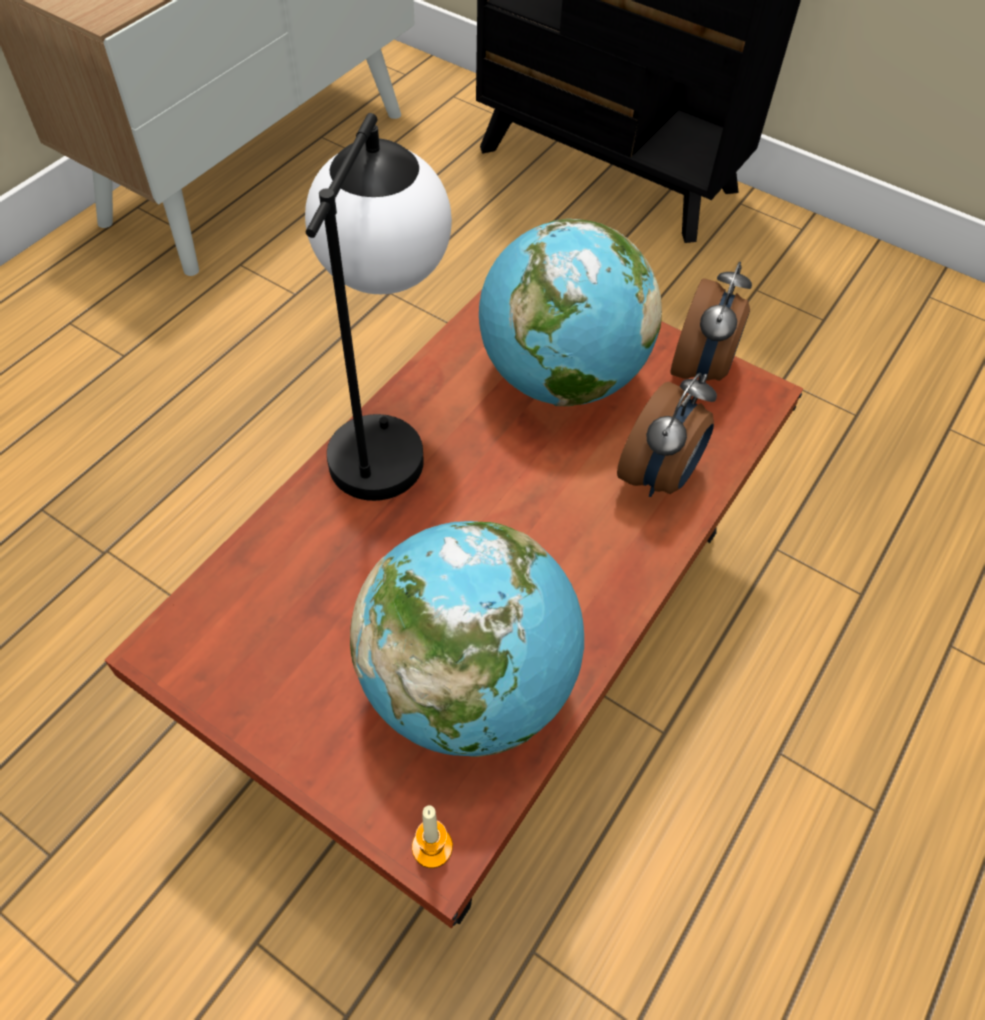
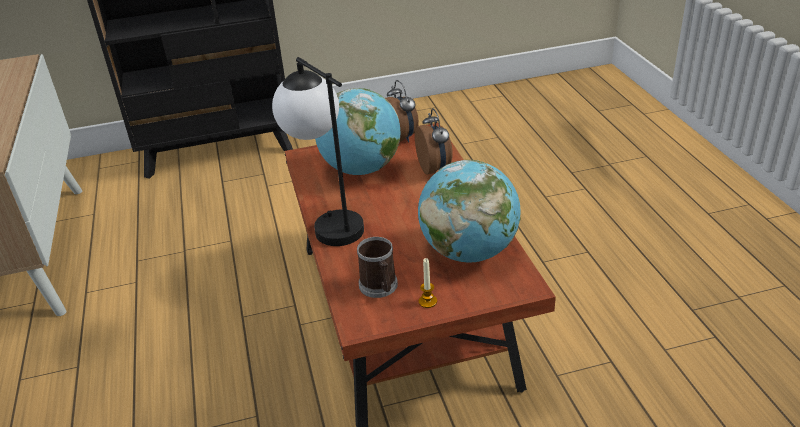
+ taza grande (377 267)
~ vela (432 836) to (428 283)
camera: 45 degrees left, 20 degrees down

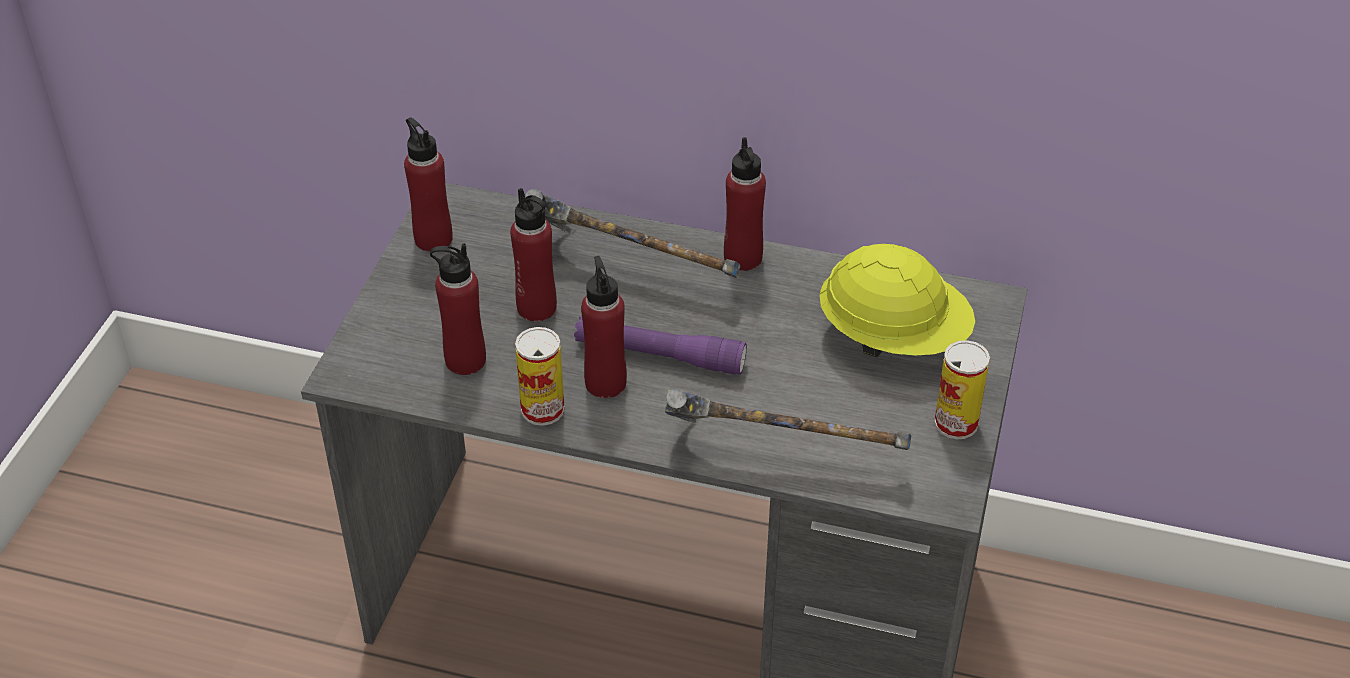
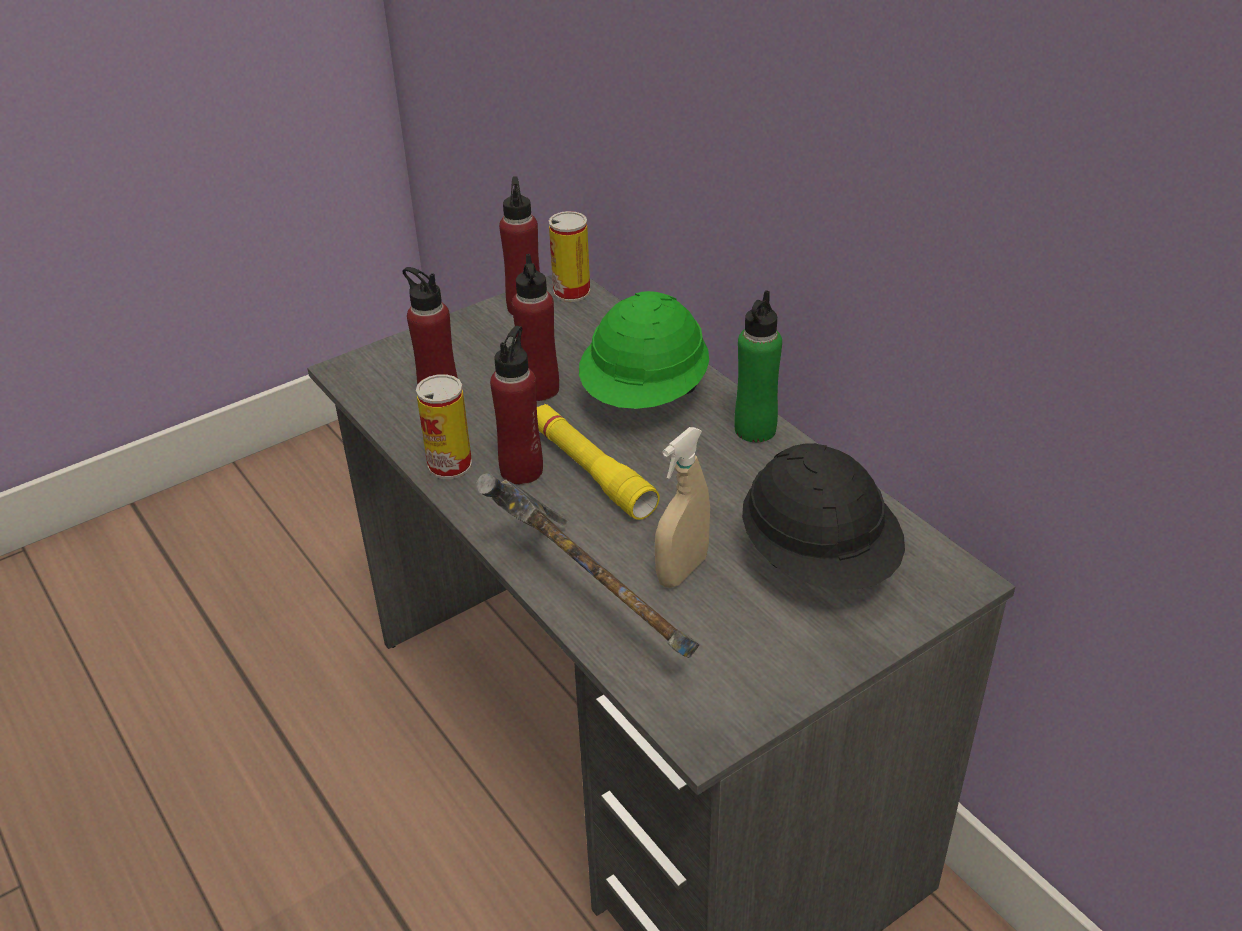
+ pulverizador [beis] (682 507)
~ lata (962 389) to (569 256)
~ martillo (633 233) to casco [verde] (644 350)
~ linterna [morado] (660 346) to linterna [amarillo] (598 462)
~ botella [rojo] (745 204) to botella [verde] (758 366)
~ casco [amarillo] (897 300) to casco [negro] (823 516)
camera: 40 degrees right, 5 degrees down

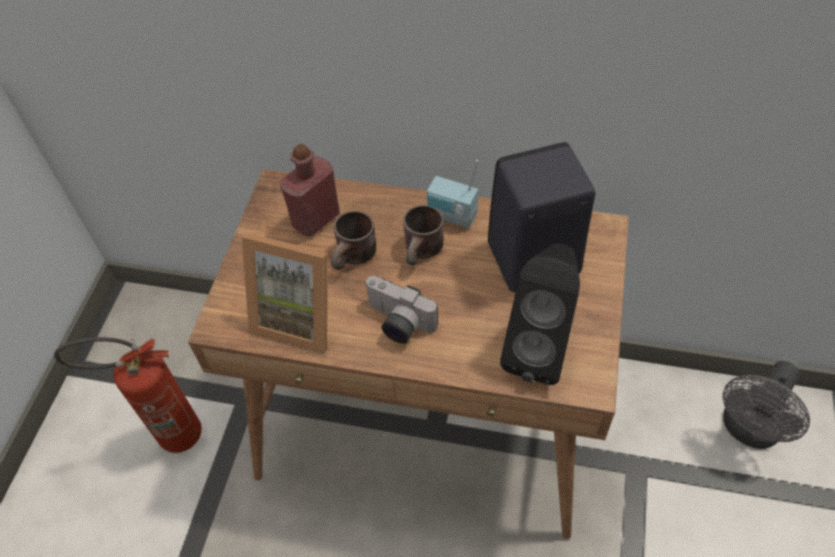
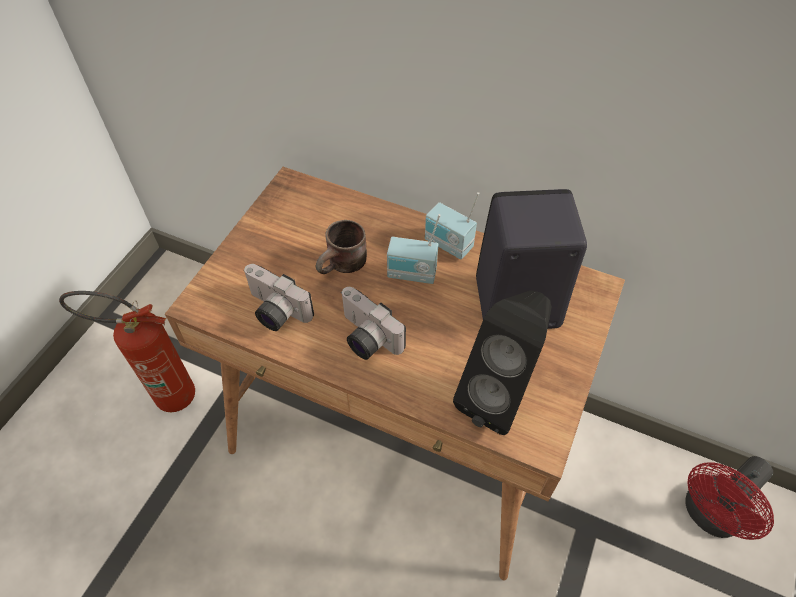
- botella [rojo] (310 189)
~ portarretratos (284 293) to cámara (278 297)
~ taza grande [marrón] (423 235) to radio (414 249)
~ ventilador [gris] (766 405) to ventilador [rojo] (729 498)
camera: 10 degrees right, 0 degrees up

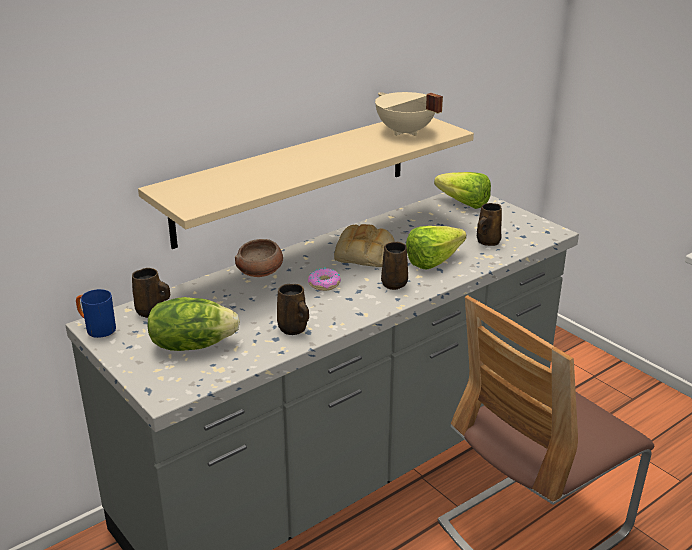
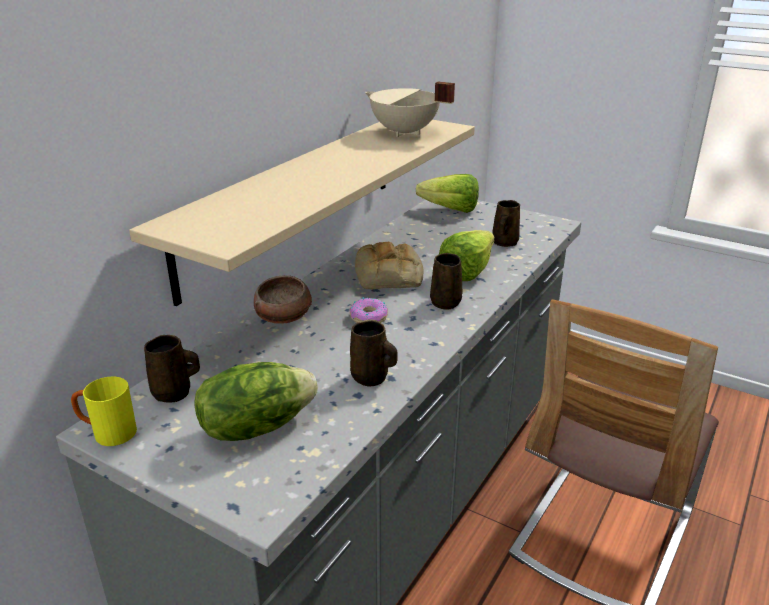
~ taza grande [azul] (96 313) to taza grande [amarillo] (104 411)
camera: 20 degrees left, 0 degrees up

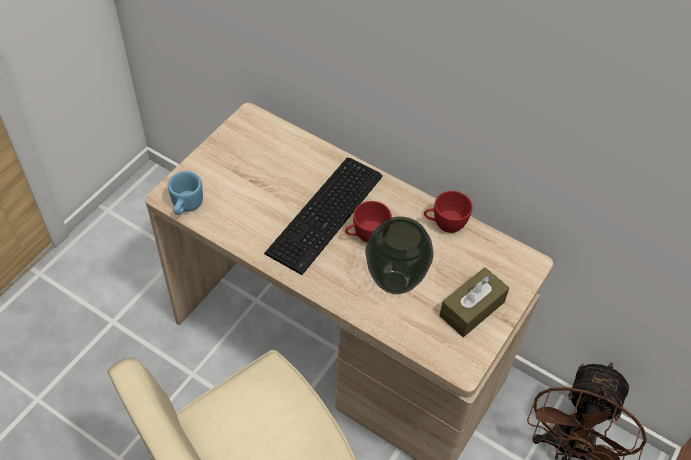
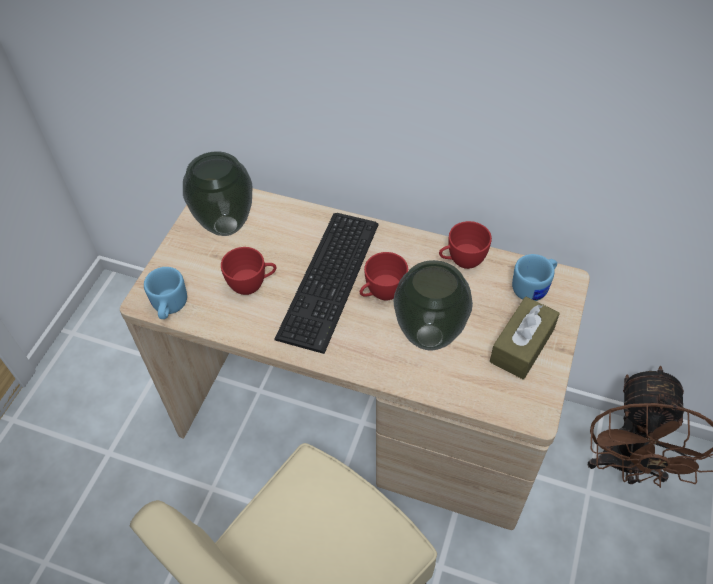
+ florero (217 194)
+ taza [rojo] (249 271)
+ taza grande [azul] (534 277)
camera: 10 degrees left, 0 degrees up

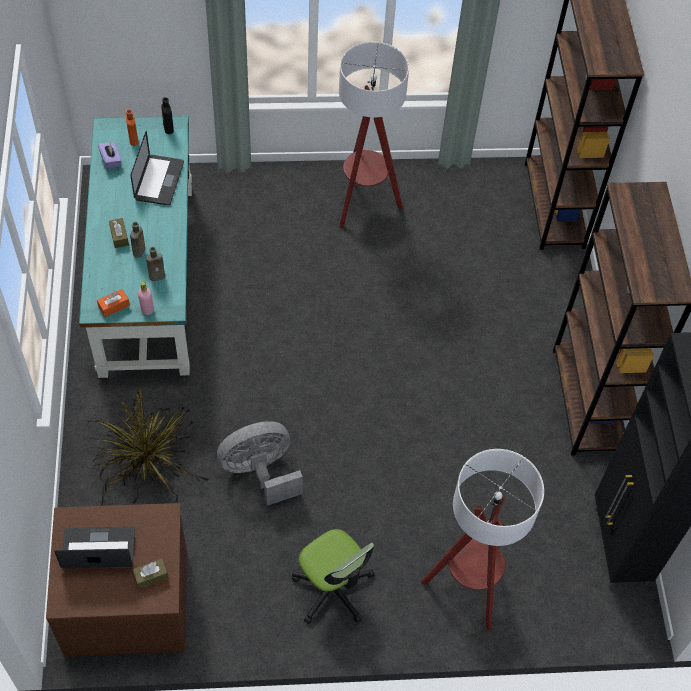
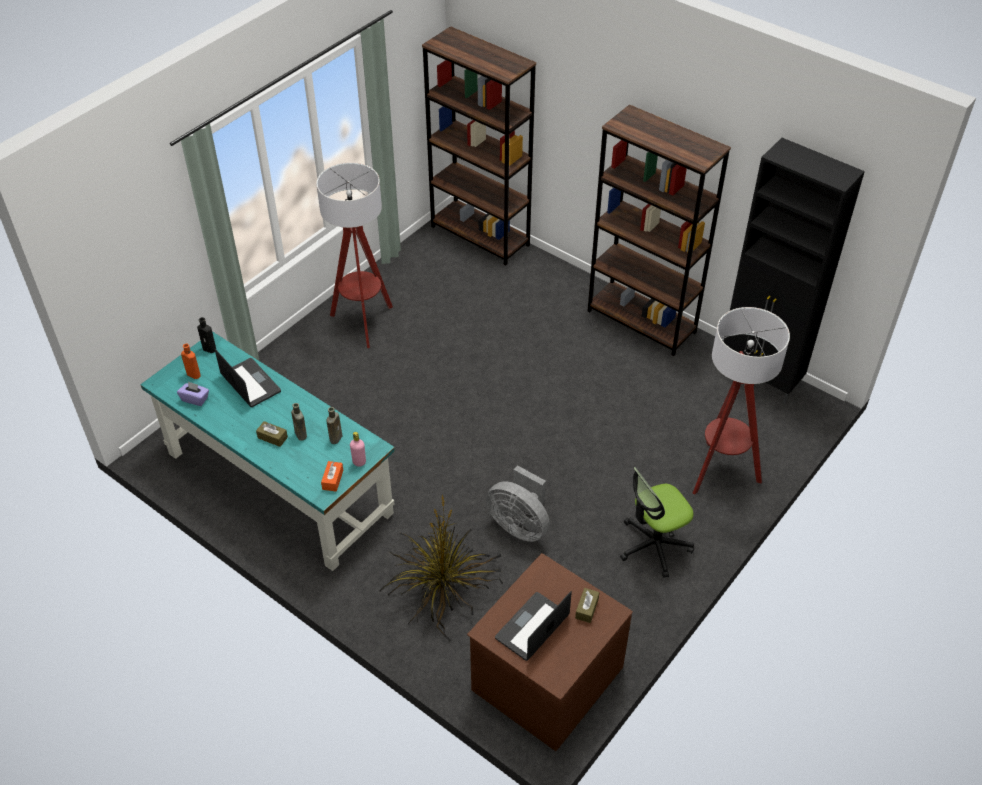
~ ventilador [gris] (260 463) = (518 503) 75 degrees counterclockwise
~ silla de oficina (333 576) = (657 522) 150 degrees clockwise
camera: 45 degrees left, 10 degrees down

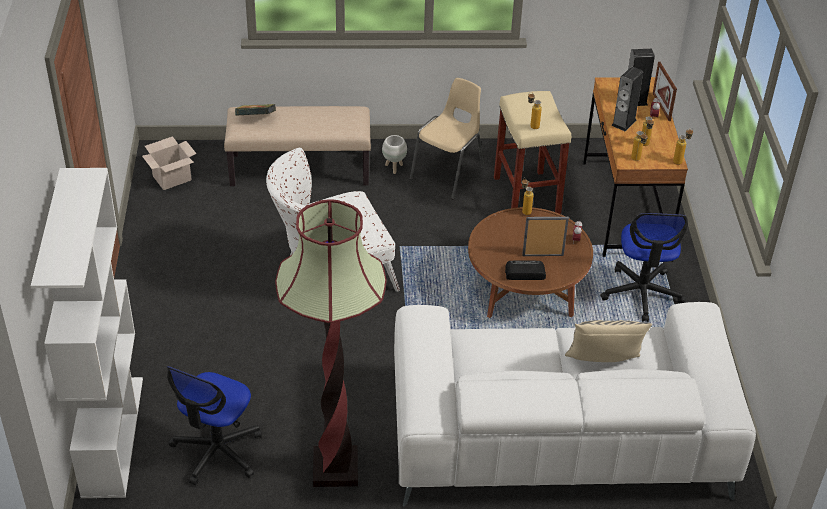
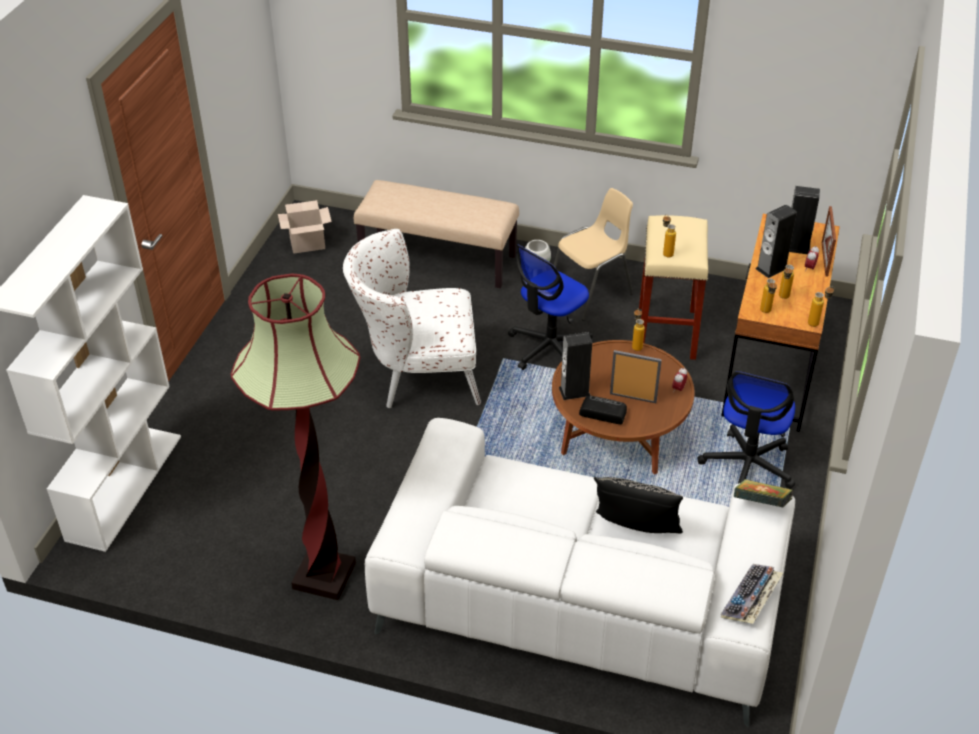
+ altavoz (575 366)
+ teclado (752 594)
~ silla de oficina (214 425) to (550 307)
~ libro (255 109) to (763 493)
~ cojín [beis] (608 341) to cojín [negro] (638 505)
camera: 20 degrees right, 0 degrees up

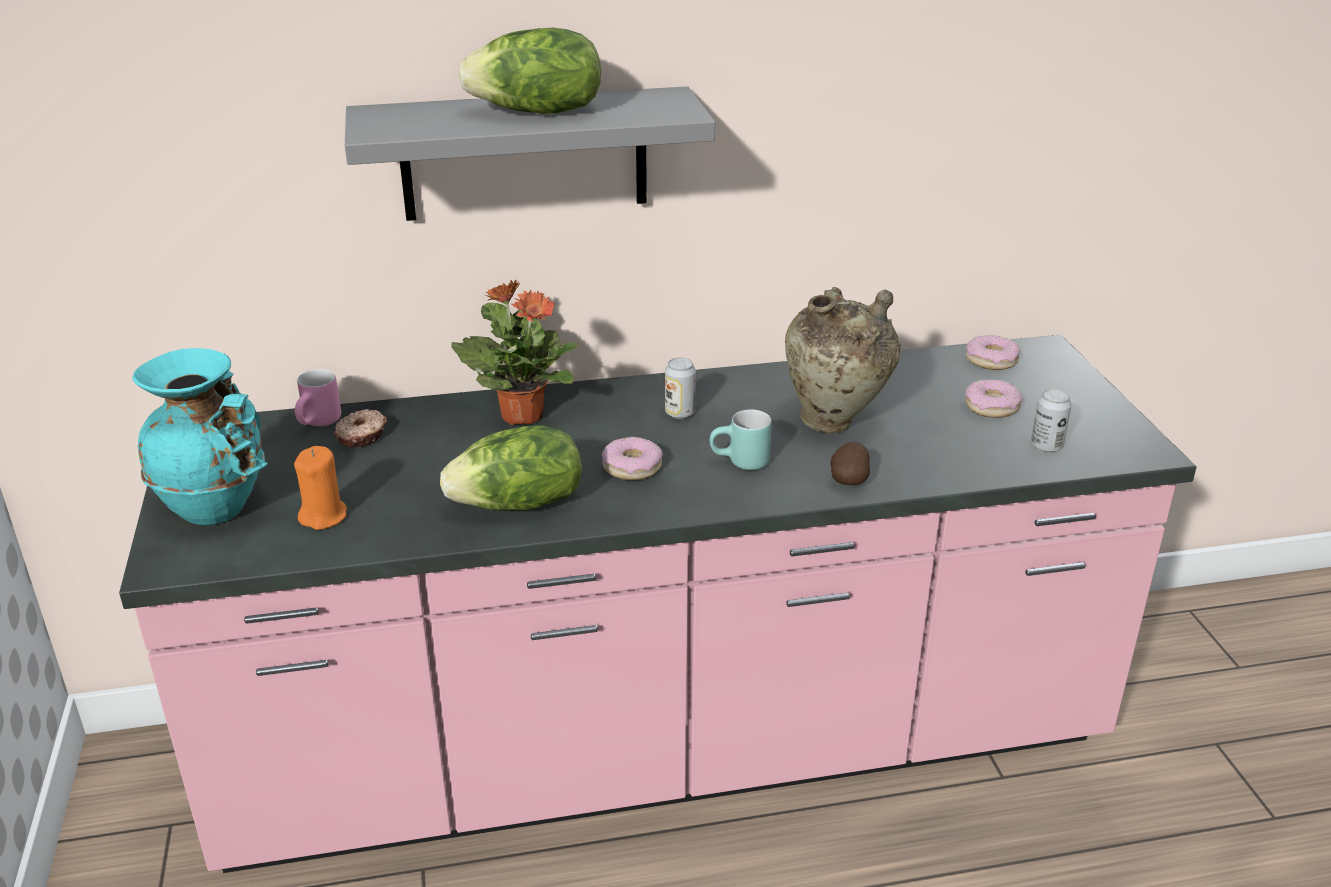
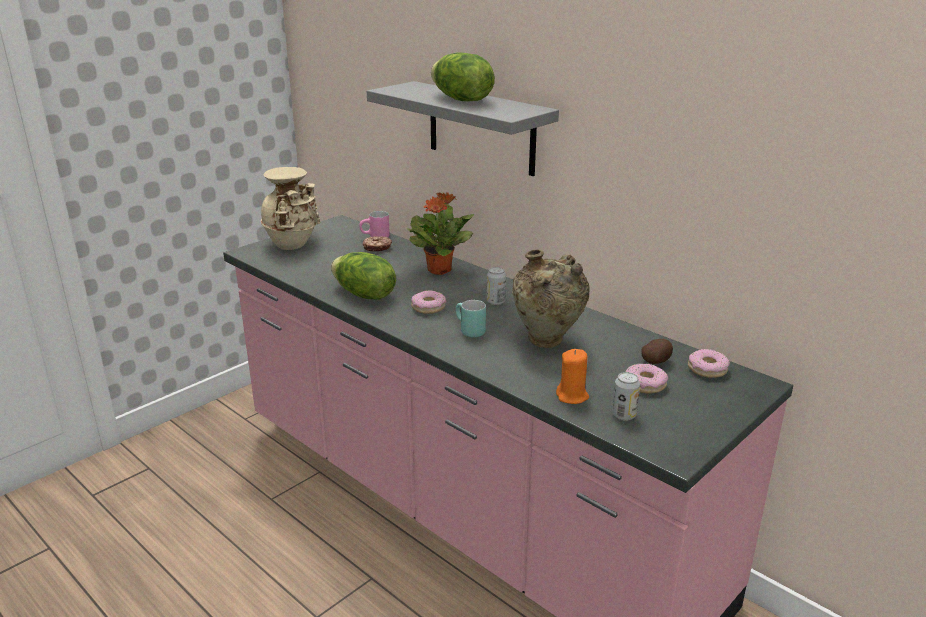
~ vela [naranja] (320 488) to (572 376)
~ patata (850 463) to (657 351)
~ florero [turquesa] (200 436) to florero [beis] (290 208)
camera: 55 degrees right, 5 degrees down

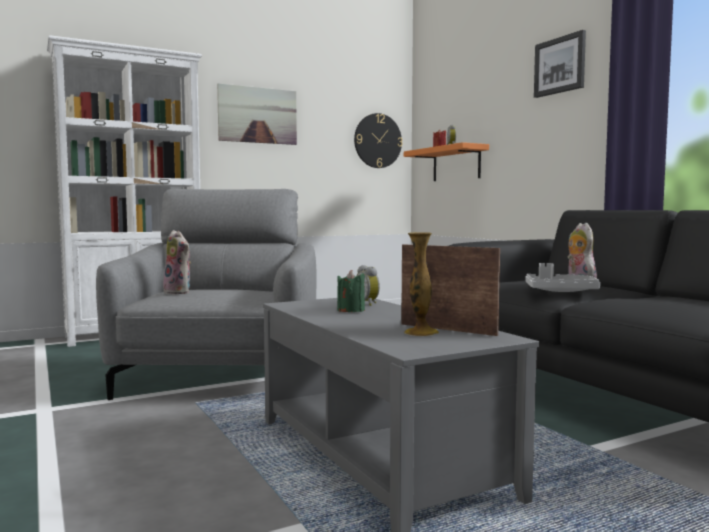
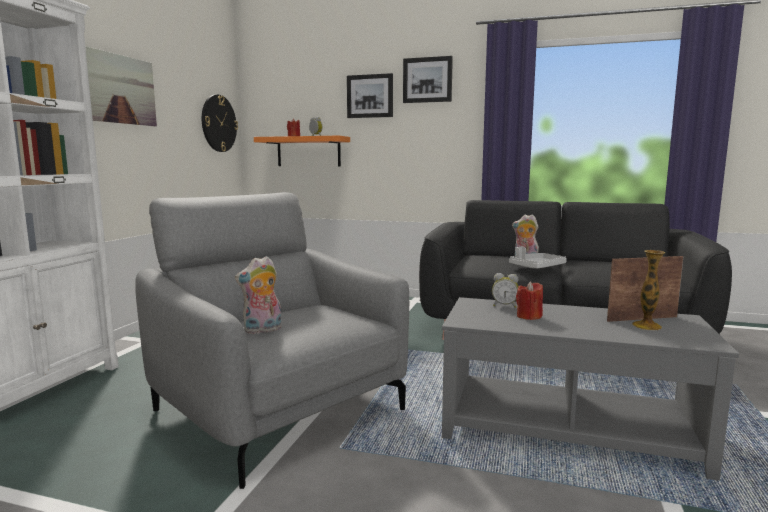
+ cuadro (370 95)
~ vela [verde] (351 291) to vela [rojo] (529 300)
~ peluche (177 262) = (258 295) 150 degrees clockwise
camera: 45 degrees left, 5 degrees up

